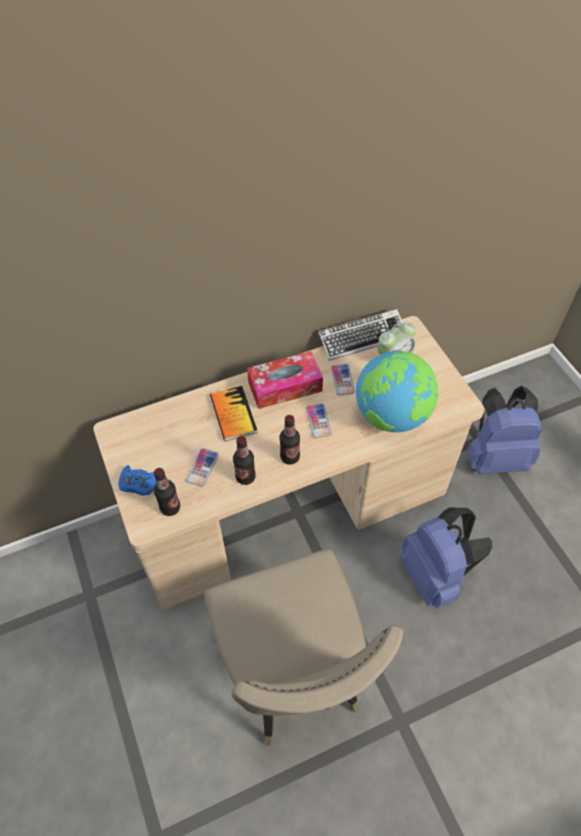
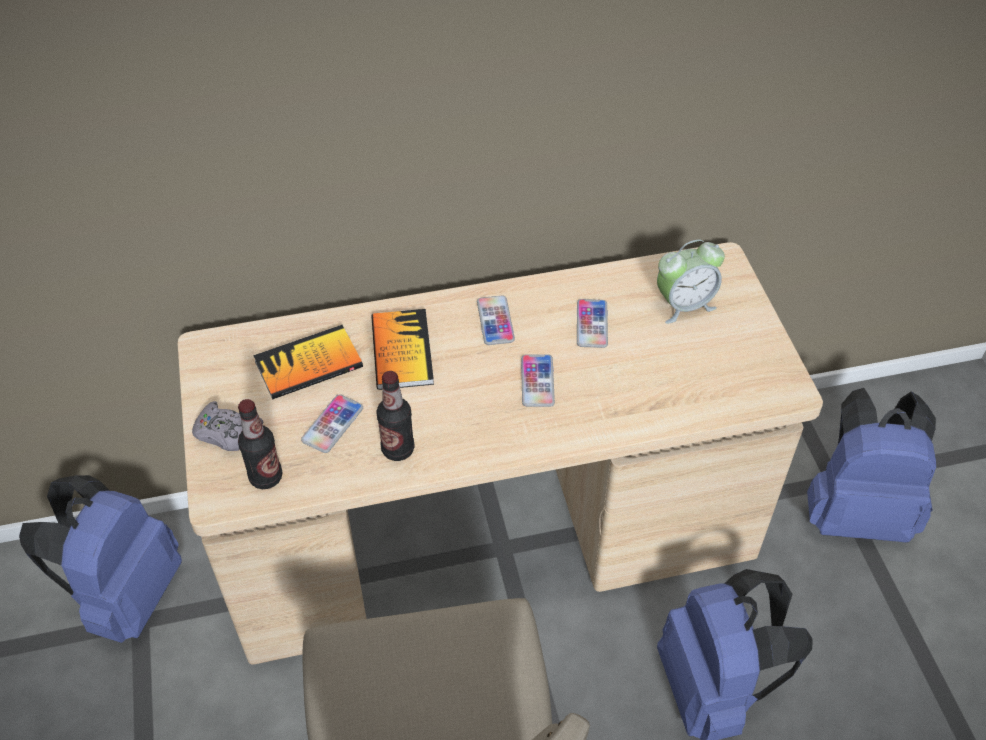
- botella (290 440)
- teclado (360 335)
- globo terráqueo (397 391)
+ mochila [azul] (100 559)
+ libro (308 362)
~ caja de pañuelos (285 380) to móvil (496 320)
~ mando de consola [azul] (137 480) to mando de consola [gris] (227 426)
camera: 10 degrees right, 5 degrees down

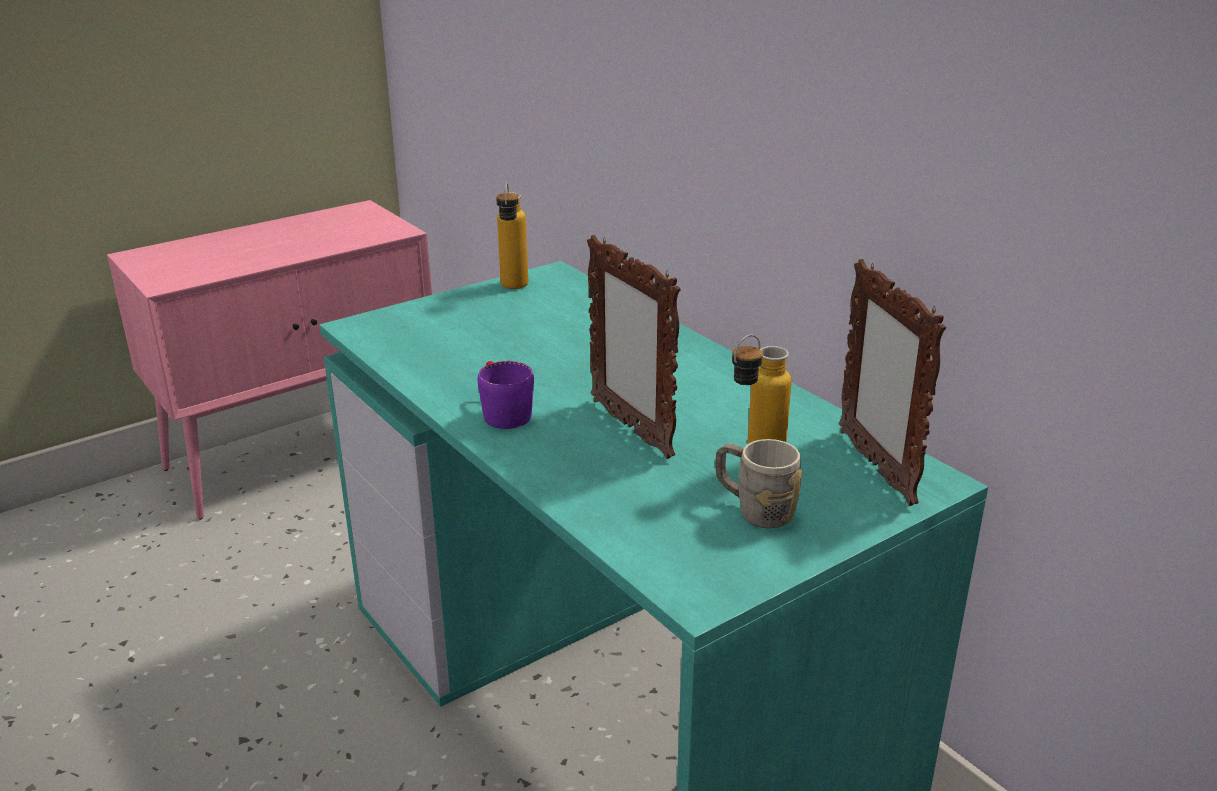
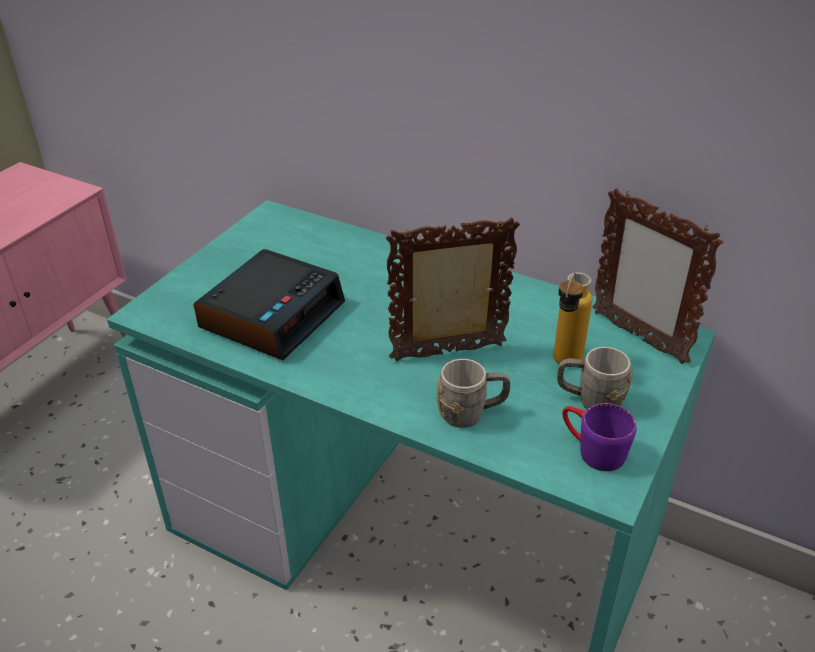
- botella (512 236)
+ despertador (269 304)
+ taza grande [gris] (473 393)
~ taza grande [morado] (506 395) to (599 437)
~ portarretratos (634 347) = (453 289) 135 degrees clockwise
camera: 25 degrees left, 10 degrees up

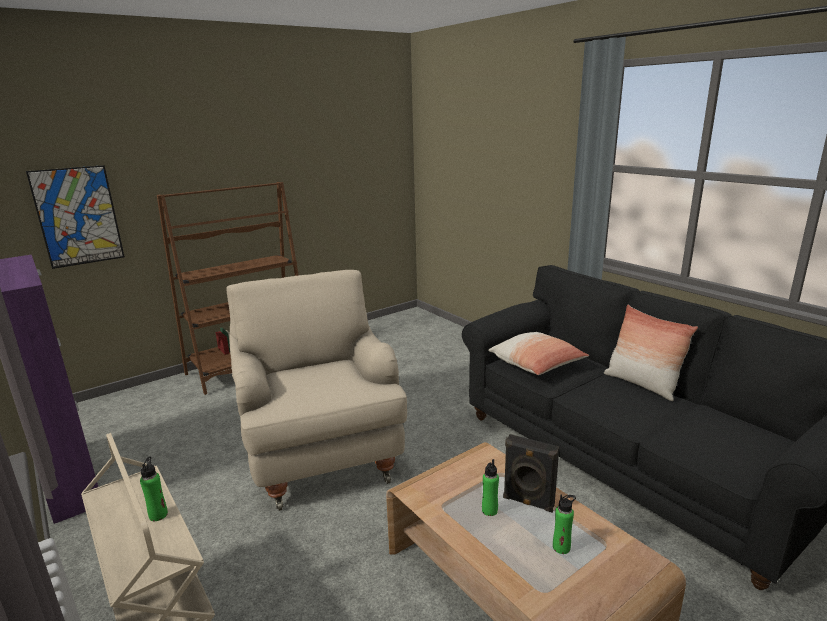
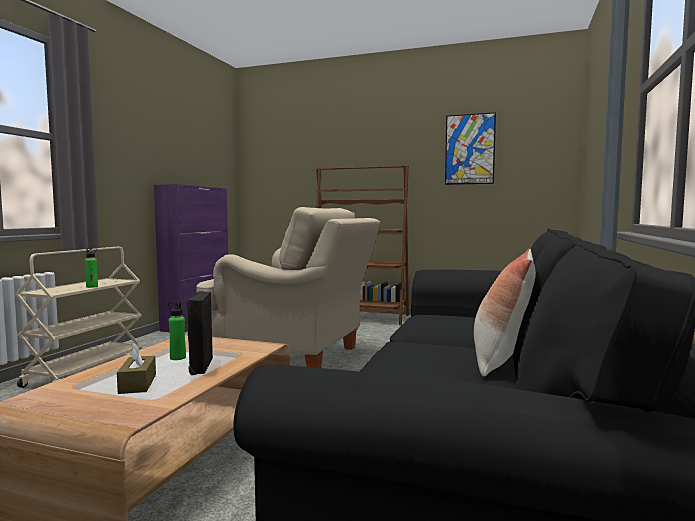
- cojín (538 353)
~ cuadro (75 217) to (470 148)
~ botella [verde] (564 524) to caja de pañuelos [marrón] (136 368)
~ sillón [beis] (317 390) = (288 287) 75 degrees clockwise
camera: 55 degrees right, 15 degrees down

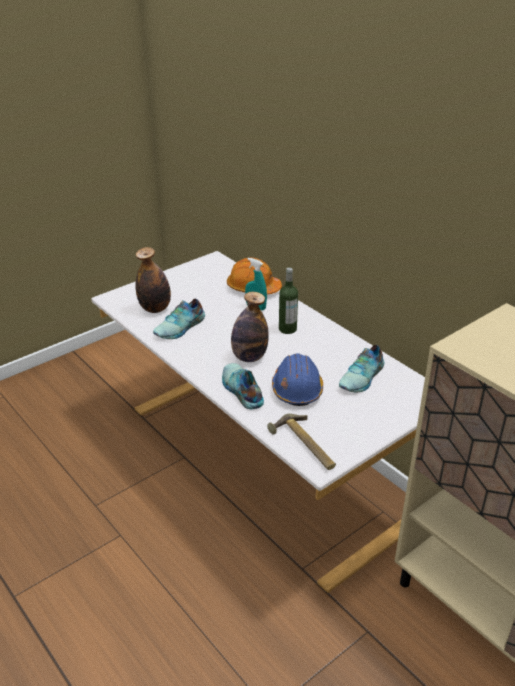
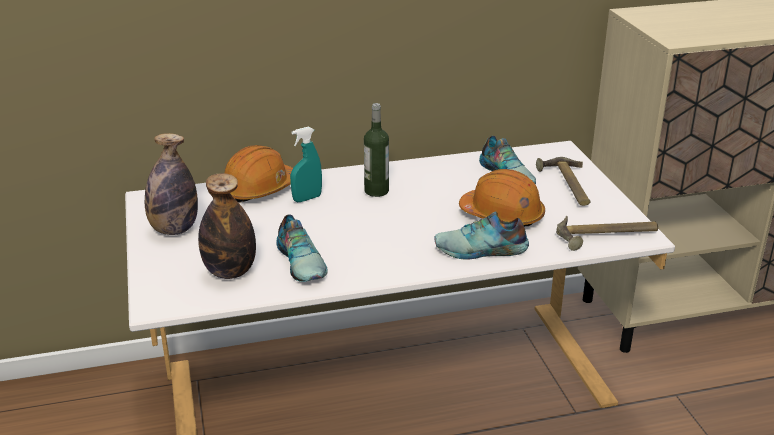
+ martillo (563 181)
~ botella (250 327) to (171 184)
~ casco [azul] (297 380) to casco [naranja] (502 198)
camera: 65 degrees left, 5 degrees down

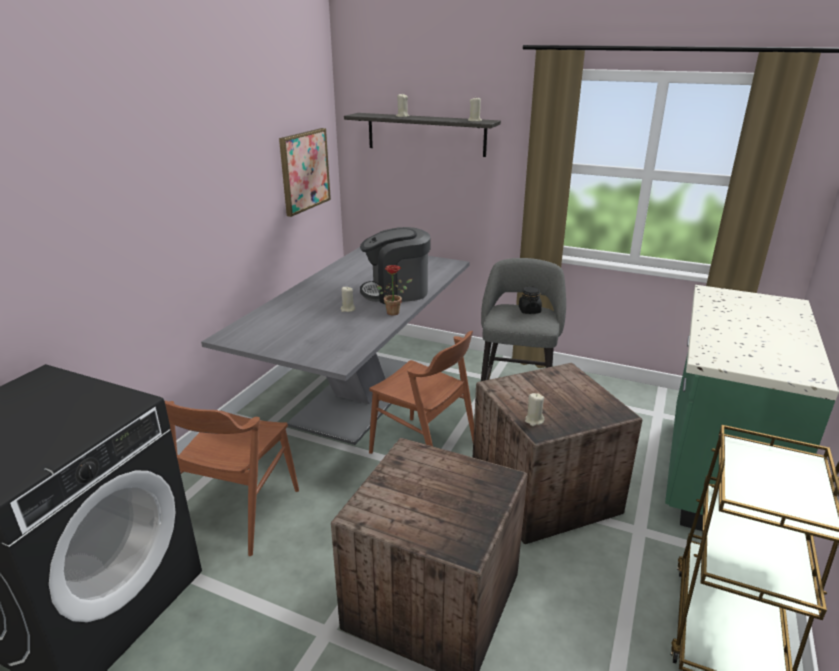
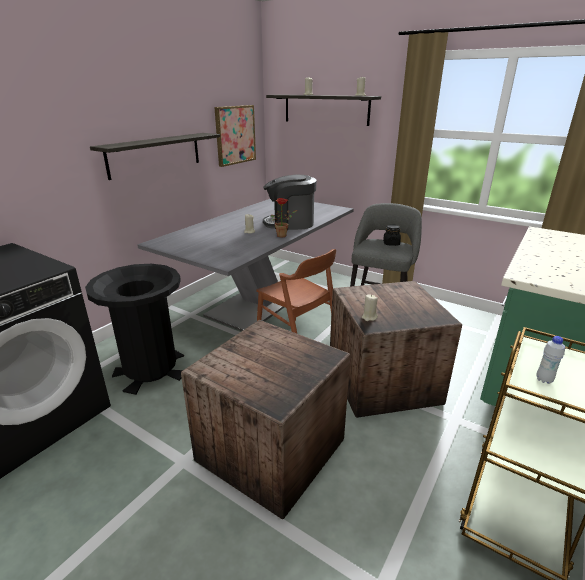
+ estante (155 156)
+ botella [blanco] (550 360)
~ silla [marrón] (231 478) to papelera [negro] (134 329)
camera: 10 degrees right, 0 degrees up

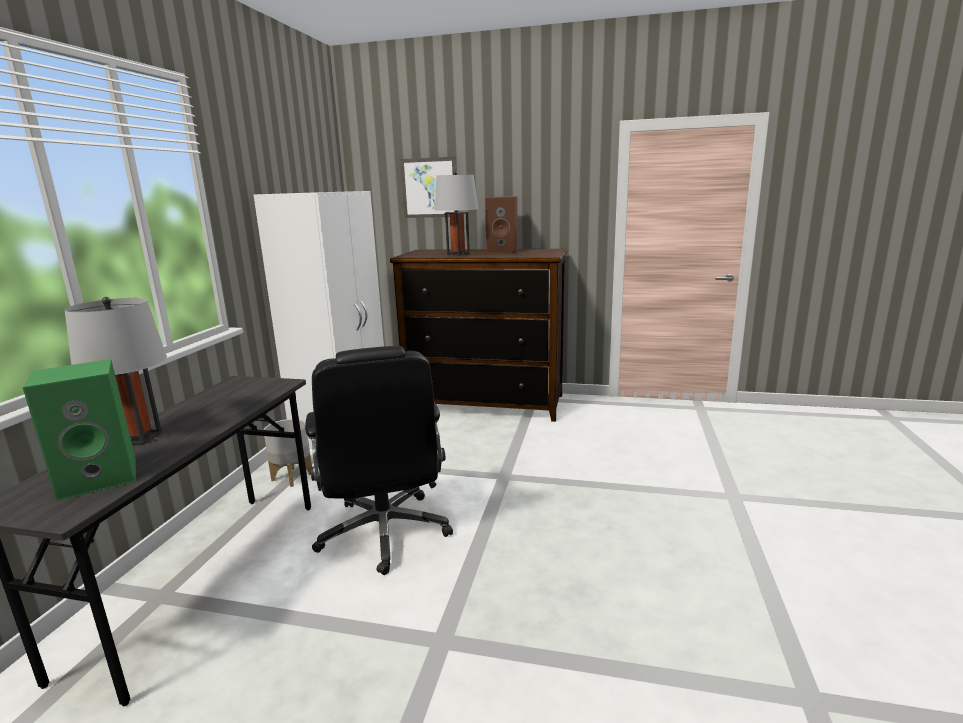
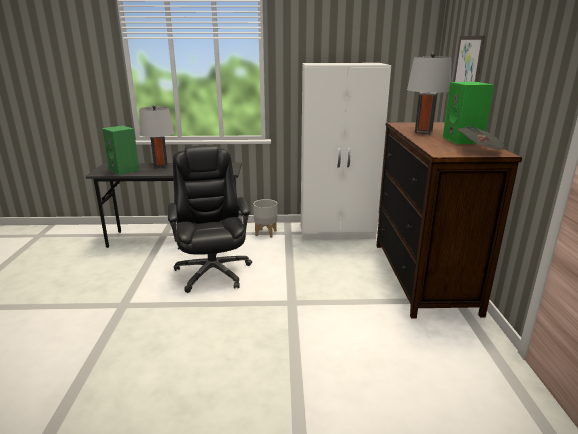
+ periódico (481 138)
~ altavoz [marrón] (501 224) to altavoz [verde] (468 113)
~ silla de oficina [negro] (379 460) = (210 219) 105 degrees clockwise
camera: 75 degrees right, 5 degrees up

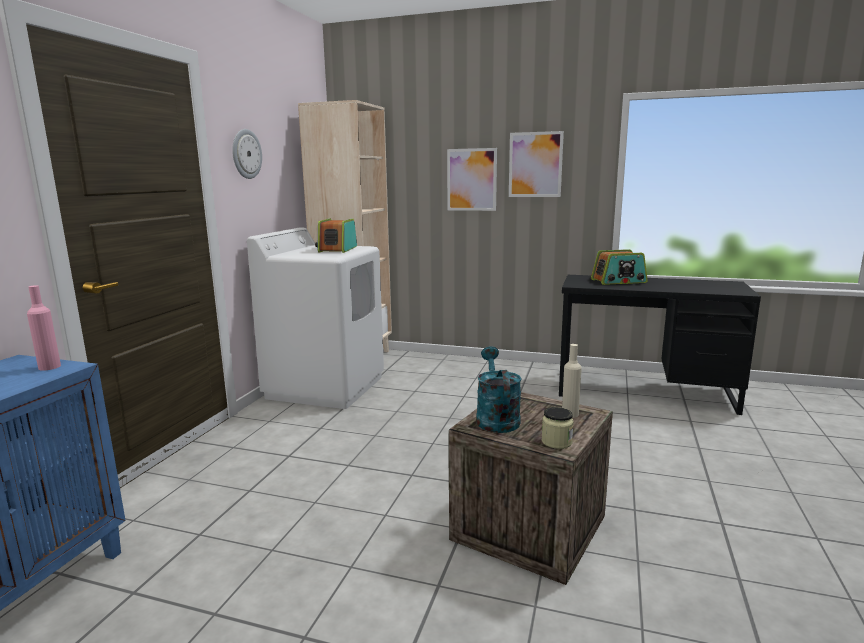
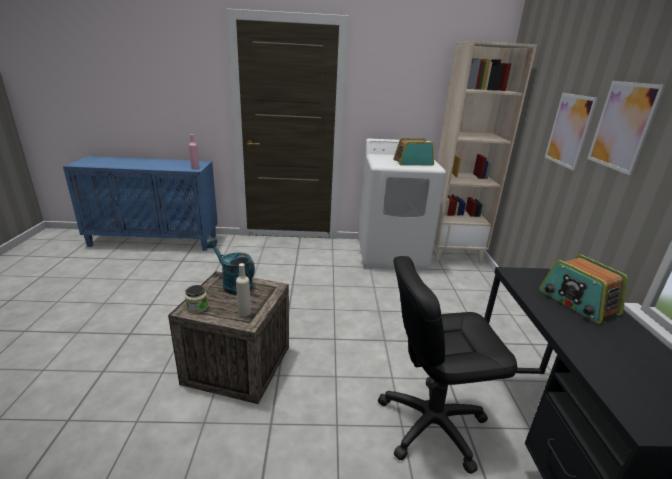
- reloj de pared (247 154)
+ silla de oficina [negro] (447 365)
~ regadera [turquesa] (499 389) = (230 266) 120 degrees counterclockwise
camera: 70 degrees right, 10 degrees up

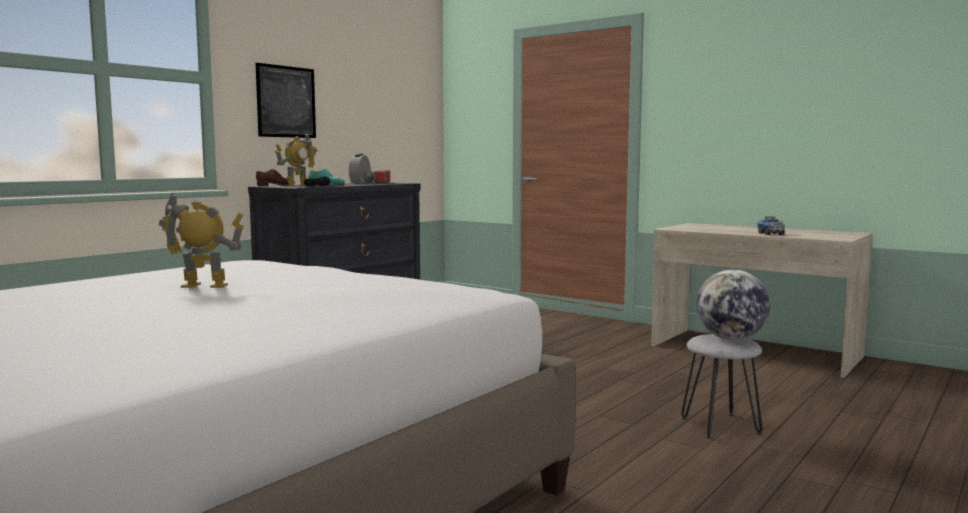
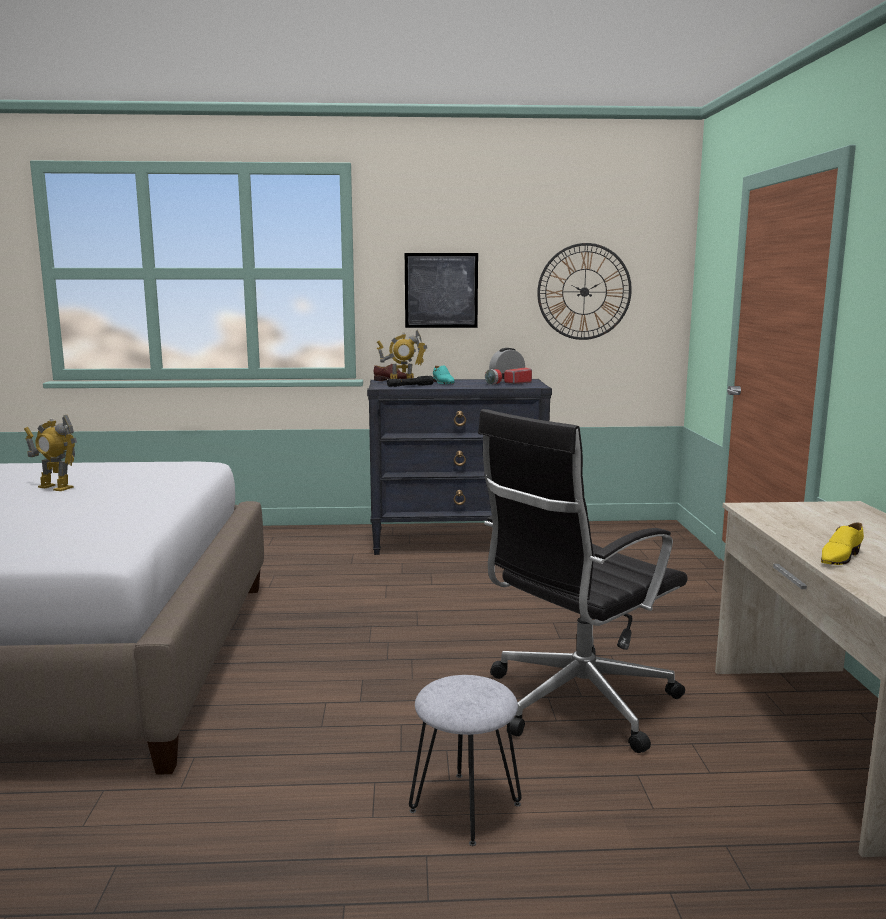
- globo terráqueo (733 305)
+ silla de oficina [negro] (583 581)
+ reloj de pared (584 291)
~ camión de juguete (771 225) to zapato [amarillo] (842 543)
~ robot de juguete (201 240) = (50 453) 150 degrees clockwise
camera: 50 degrees right, 5 degrees up

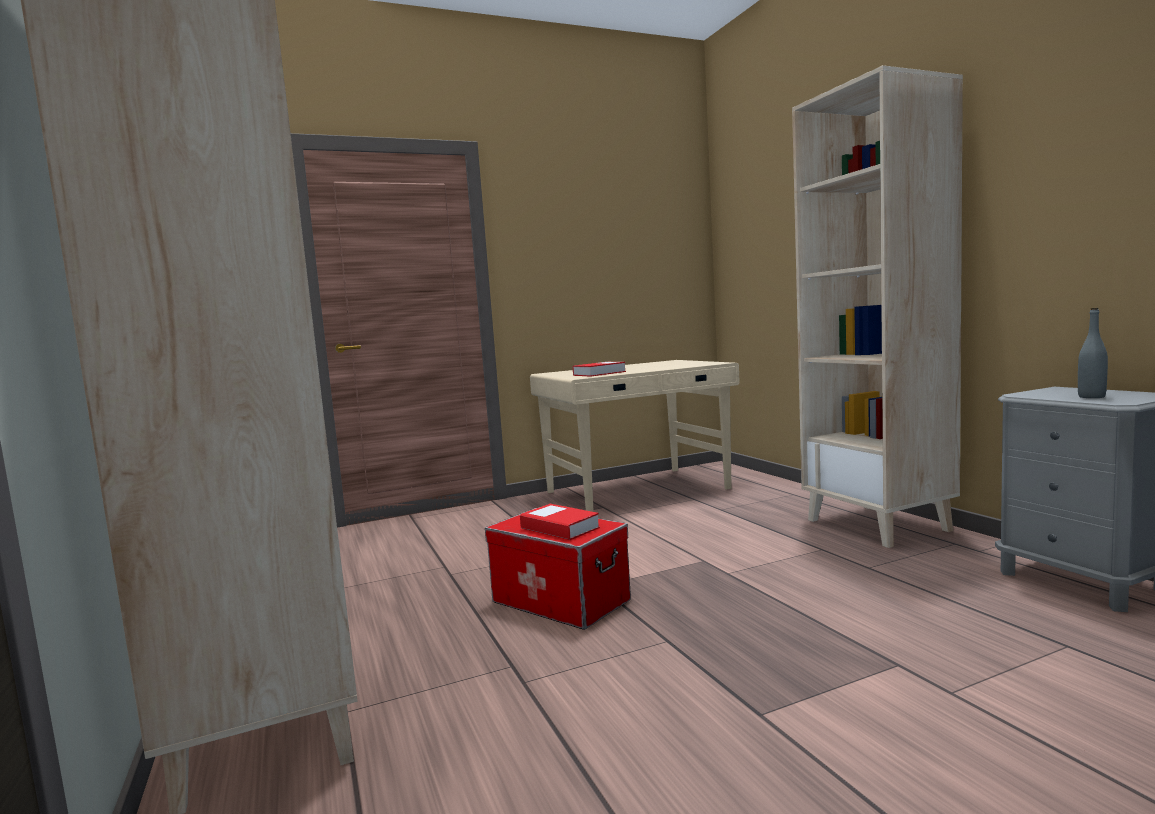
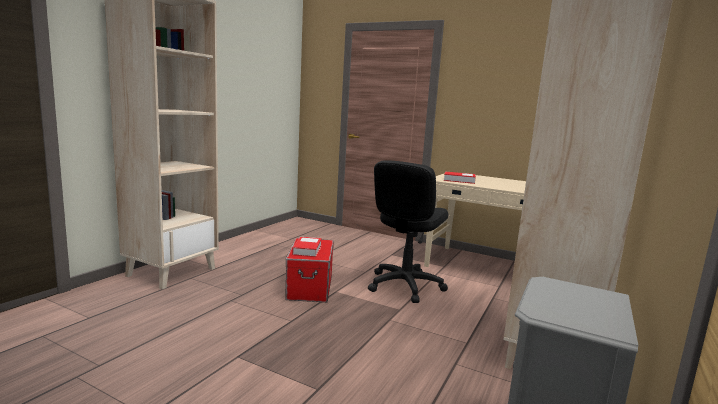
- botella [gris] (1093 353)
+ silla de oficina [negro] (408 231)
camera: 50 degrees right, 5 degrees up

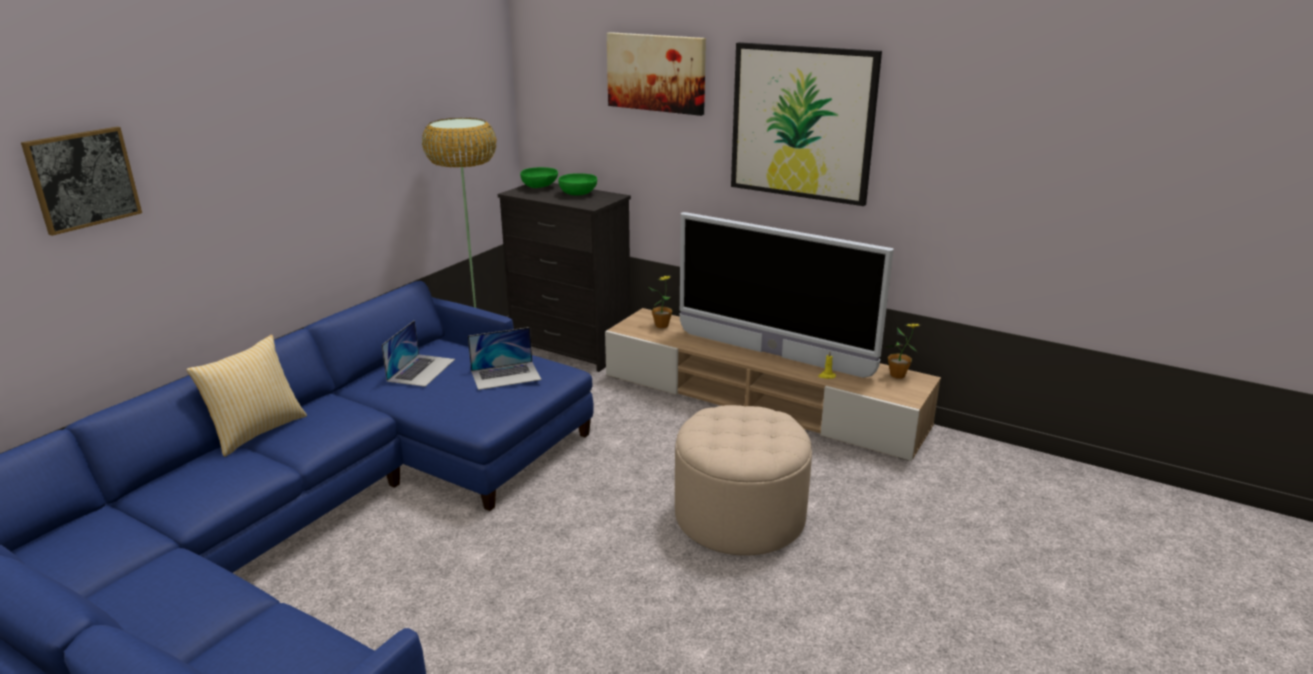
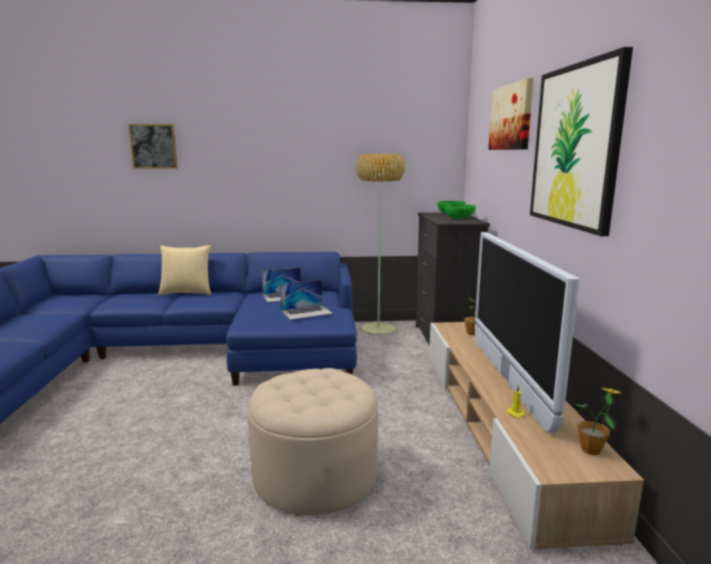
~ portátil (505 358) = (306 300) 60 degrees counterclockwise
camera: 55 degrees right, 10 degrees down

